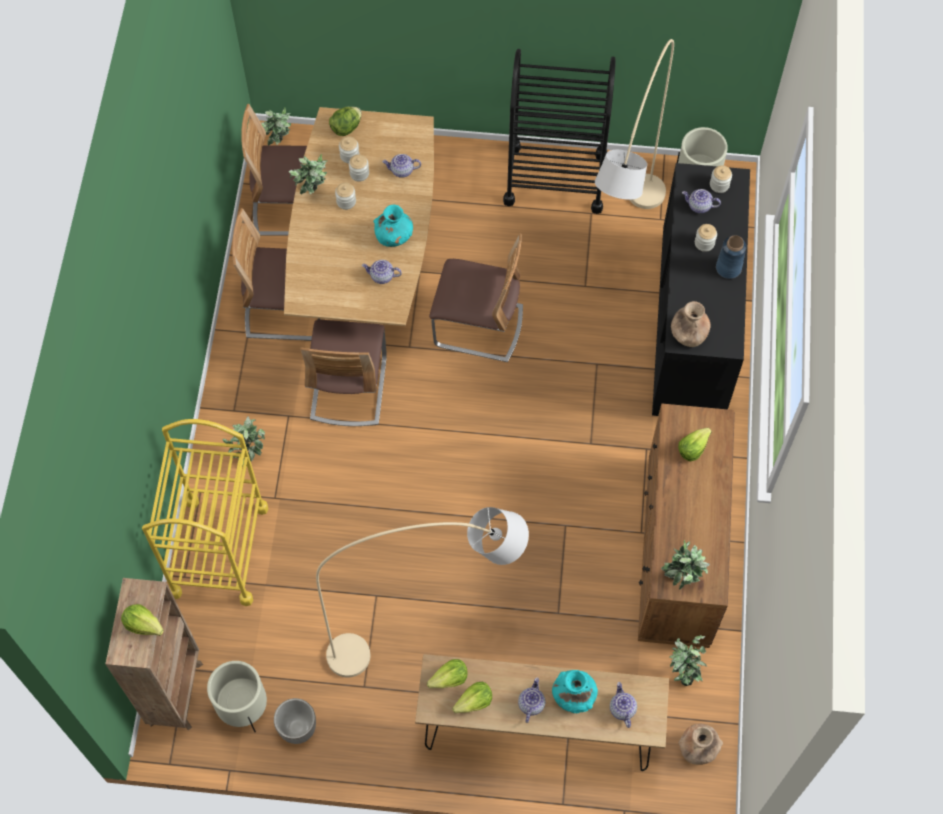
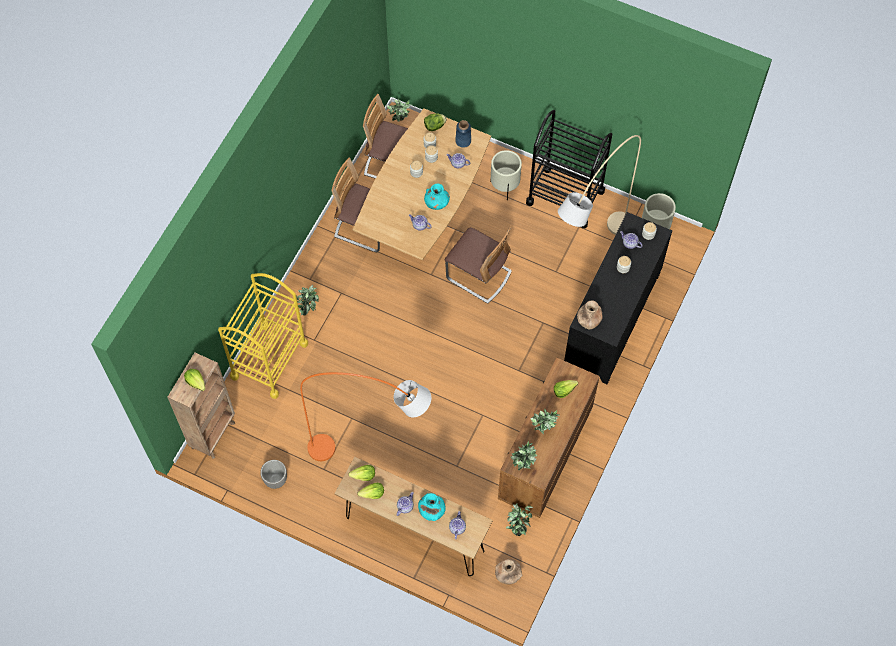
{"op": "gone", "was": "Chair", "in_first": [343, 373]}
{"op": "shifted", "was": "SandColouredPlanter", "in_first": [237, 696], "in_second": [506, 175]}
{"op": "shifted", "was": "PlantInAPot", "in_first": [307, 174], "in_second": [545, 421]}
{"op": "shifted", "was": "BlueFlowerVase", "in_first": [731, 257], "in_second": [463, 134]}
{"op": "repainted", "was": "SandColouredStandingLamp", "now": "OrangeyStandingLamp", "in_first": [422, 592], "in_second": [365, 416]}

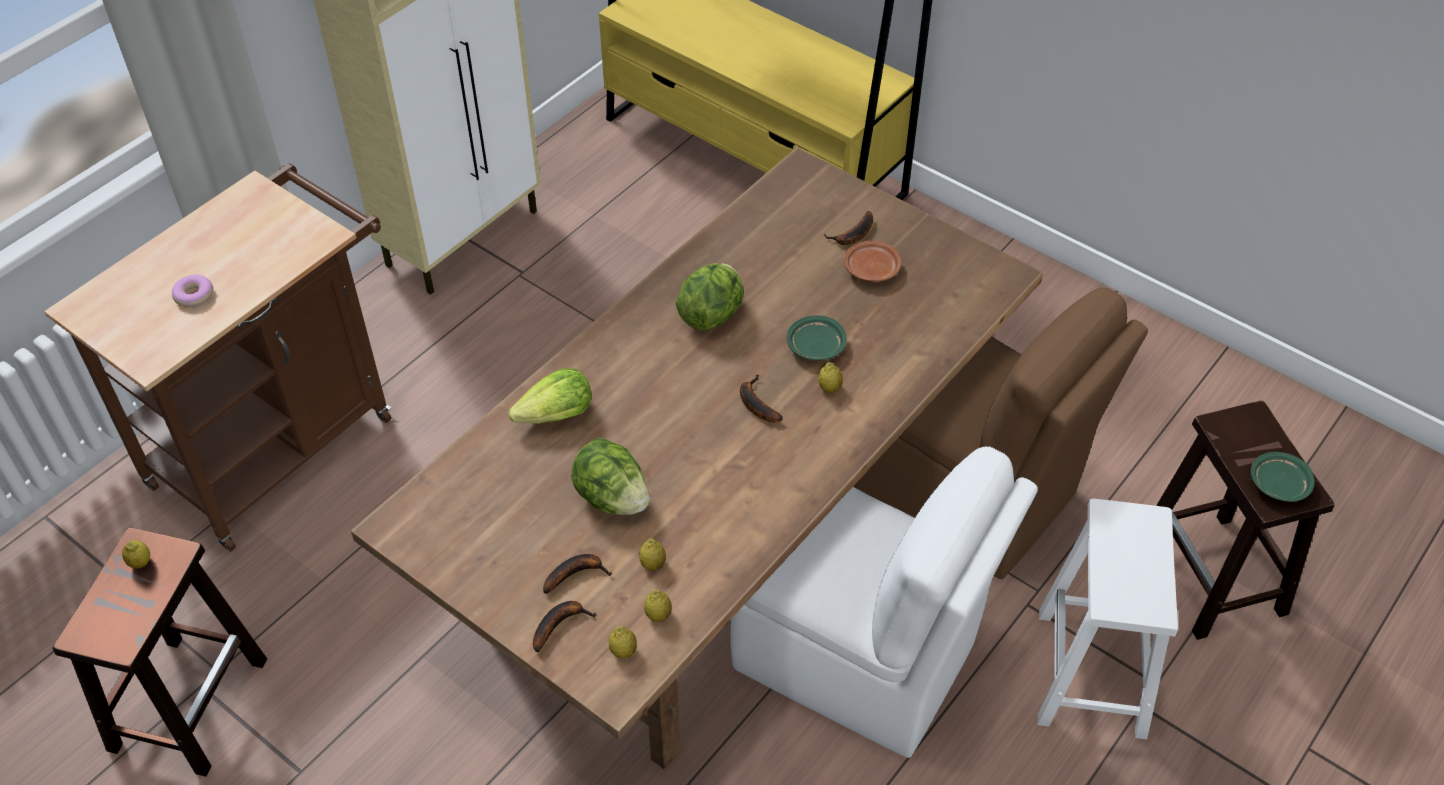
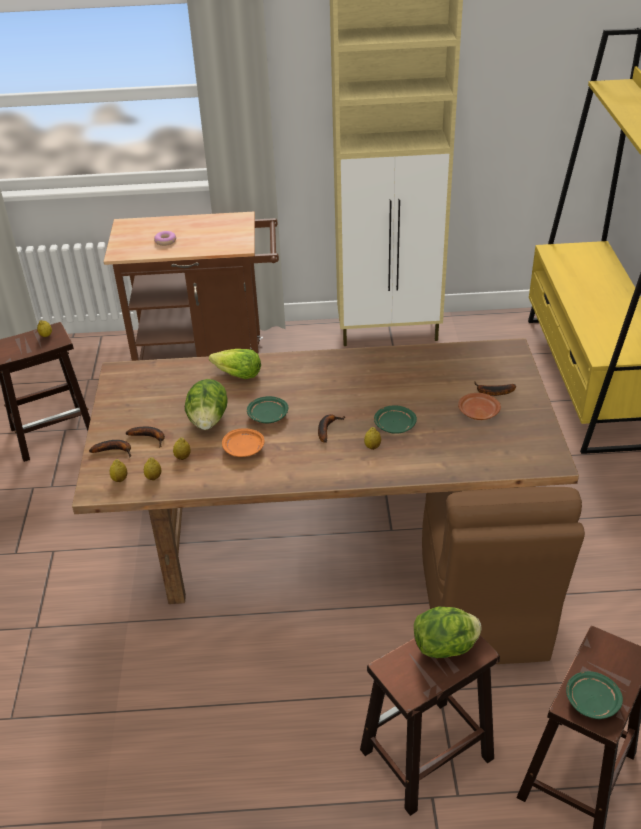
{"op": "gone", "was": "WhiteColouredChair", "in_first": [884, 602]}
{"op": "new", "now": "OrangeyFlatDish", "in_second": [243, 442]}
{"op": "new", "now": "GreenishFlatDish", "in_second": [268, 409]}
{"op": "shifted", "was": "LettuceHead", "in_first": [709, 296], "in_second": [447, 632]}
{"op": "repainted", "was": "WhiteColouredStoolSeat", "now": "BrownStoolSeat", "in_first": [1108, 619], "in_second": [430, 725]}

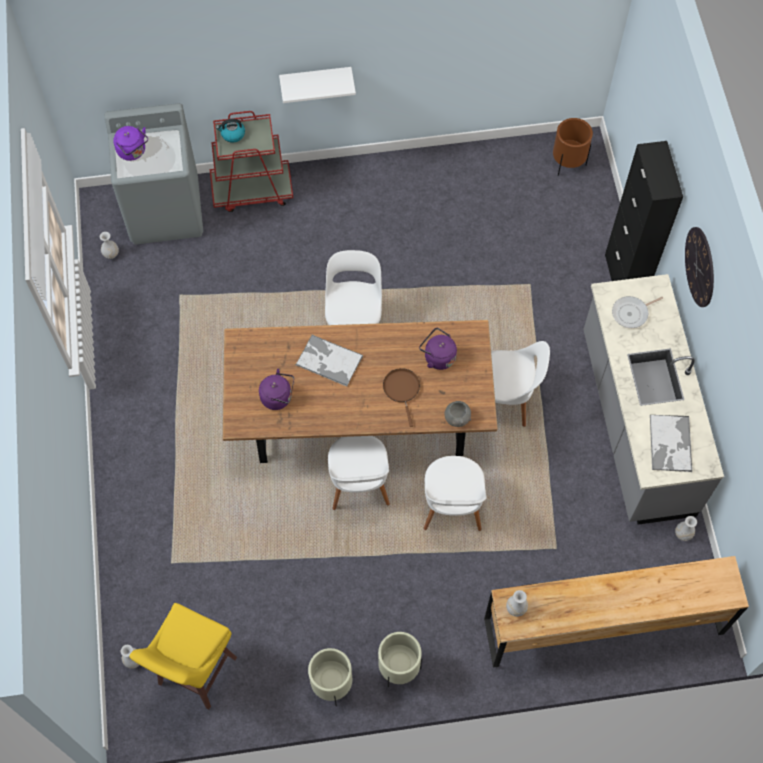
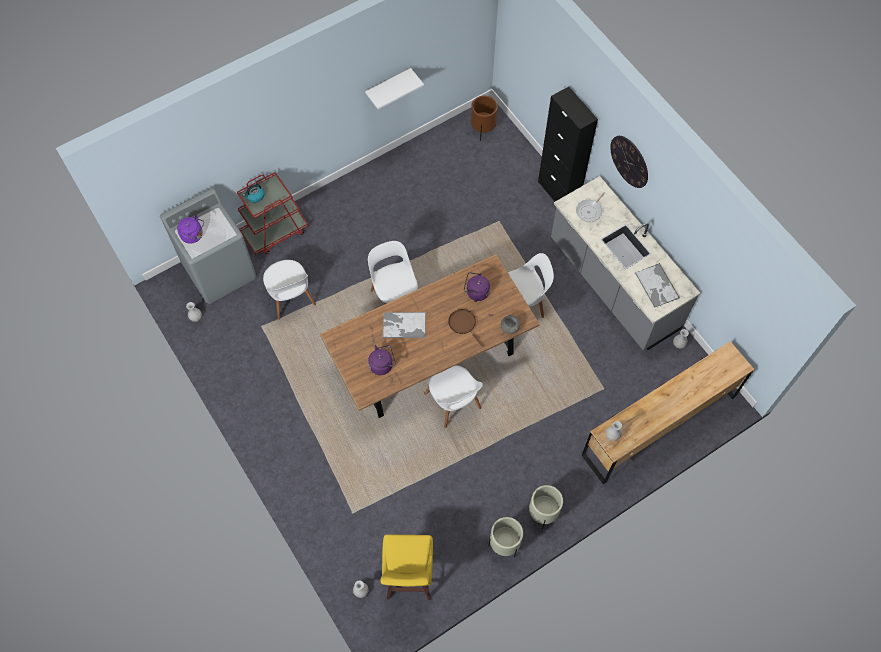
{"op": "shifted", "was": "WhiteColouredBracketShelf", "in_first": [317, 85], "in_second": [394, 88]}
{"op": "shifted", "was": "WhiteColouredChair", "in_first": [455, 493], "in_second": [289, 290]}

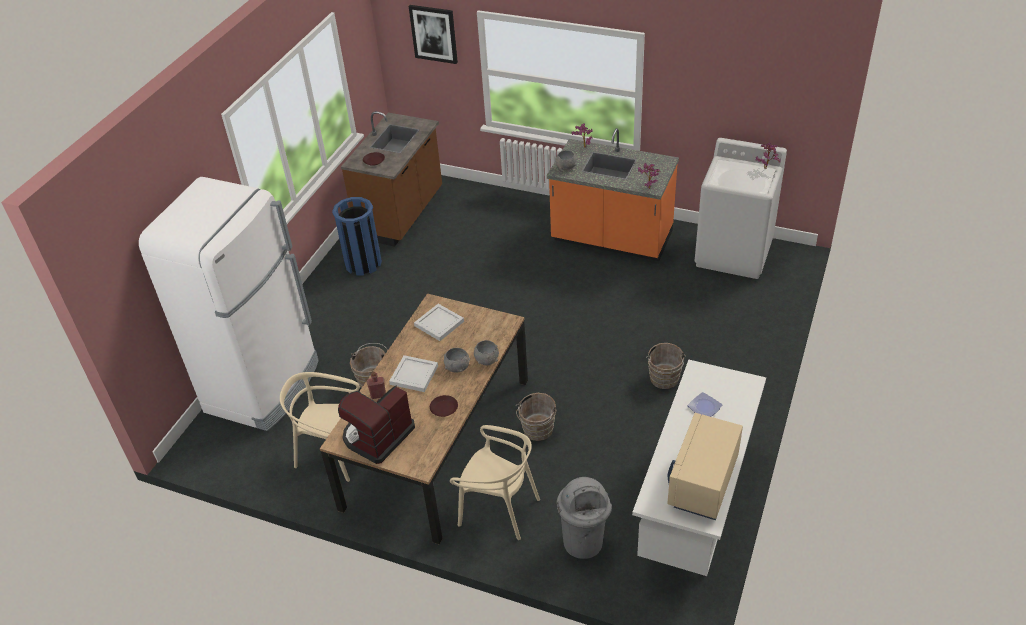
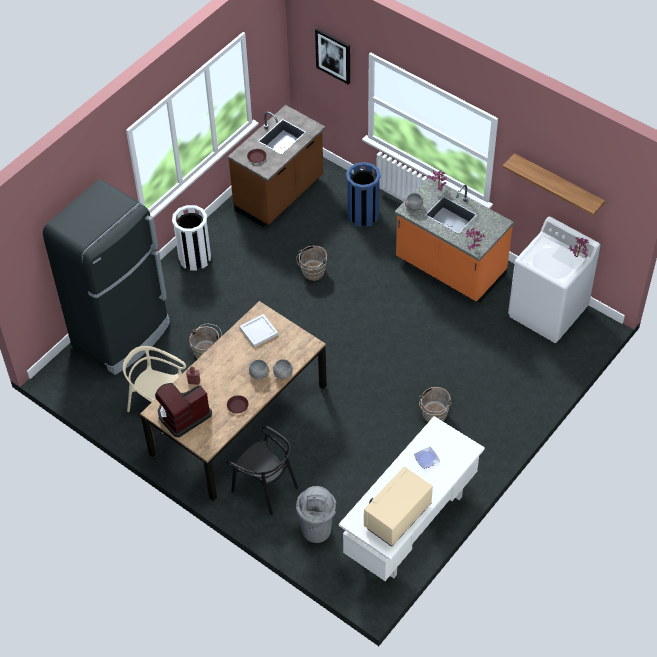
{"op": "gone", "was": "WhiteColouredTray", "in_first": [413, 373]}
{"op": "new", "now": "WhiteColouredRubbishBin", "in_second": [191, 238]}
{"op": "new", "now": "BracketShelf", "in_second": [553, 184]}
{"op": "shifted", "was": "BlueRubbishBin", "in_first": [357, 236], "in_second": [363, 194]}
{"op": "shifted", "was": "BrownWaterBucket", "in_first": [536, 417], "in_second": [312, 263]}
{"op": "repainted", "was": "WhiteColouredRefrigerator", "now": "BlackishRefrigerator", "in_first": [229, 304], "in_second": [106, 277]}
{"op": "repainted", "was": "SandColouredChair", "now": "BlackishChair", "in_first": [495, 482], "in_second": [262, 470]}

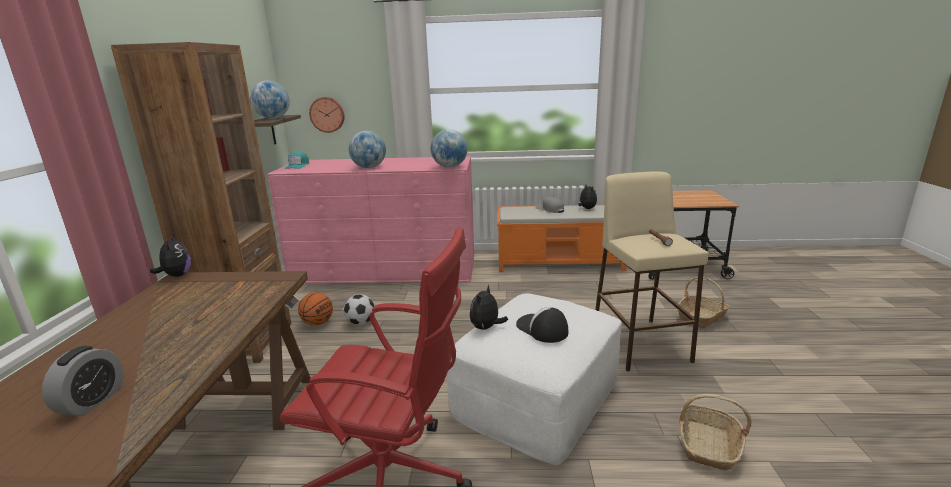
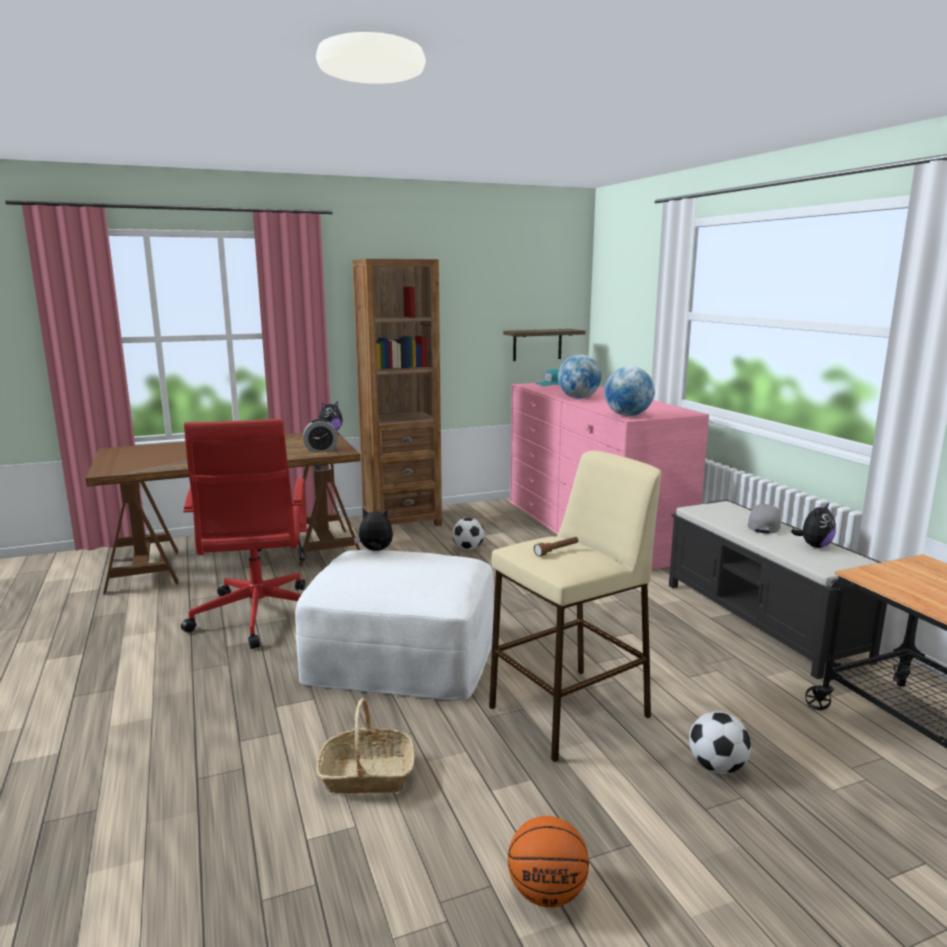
{"op": "gone", "was": "DeskGlobe", "in_first": [270, 100]}
{"op": "gone", "was": "HangingClock", "in_first": [327, 115]}
{"op": "gone", "was": "BaseballCap", "in_first": [542, 325]}
{"op": "shifted", "was": "AlarmClock", "in_first": [82, 381], "in_second": [320, 435]}
{"op": "shifted", "was": "Basketball", "in_first": [315, 309], "in_second": [548, 862]}
{"op": "swapped", "was": "StorageBasket", "now": "FootballBall", "in_first": [703, 302], "in_second": [720, 742]}
{"op": "repainted", "was": "OrangeyBench", "now": "BlackishBench", "in_first": [562, 238], "in_second": [778, 589]}

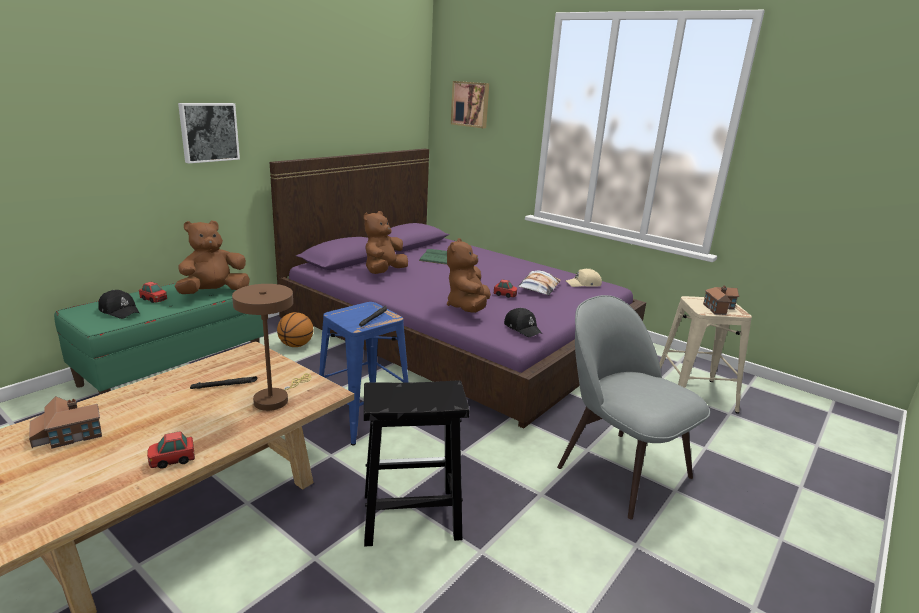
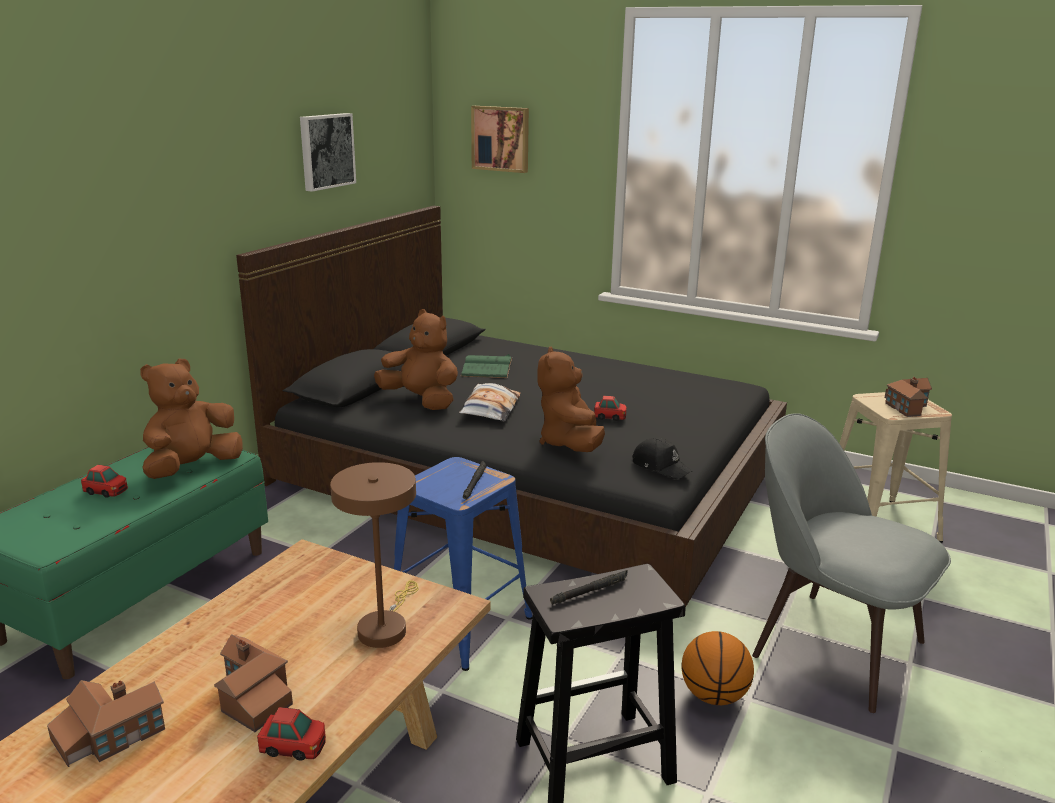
{"op": "gone", "was": "BlackishBaseballCap", "in_first": [118, 304]}
{"op": "gone", "was": "SandColouredBaseballCap", "in_first": [584, 278]}
{"op": "new", "now": "ToyHouse", "in_second": [253, 683]}
{"op": "shifted", "was": "WallPicture", "in_first": [209, 133], "in_second": [328, 152]}
{"op": "shifted", "was": "BlackishTorch", "in_first": [223, 382], "in_second": [589, 587]}
{"op": "shifted", "was": "Basketball", "in_first": [295, 329], "in_second": [717, 668]}
{"op": "shifted", "was": "Pillow", "in_first": [539, 282], "in_second": [490, 402]}
{"op": "repainted", "was": "PurpleSleepingBed", "now": "BlackishSleepingBed", "in_first": [458, 289], "in_second": [511, 406]}
{"op": "rotated", "was": "ToyCar", "in_first": [171, 450], "in_second": [291, 734], "clockwise": -135}
{"op": "rotated", "was": "BrownCuddlyToy", "in_first": [386, 242], "in_second": [416, 359], "clockwise": 105}

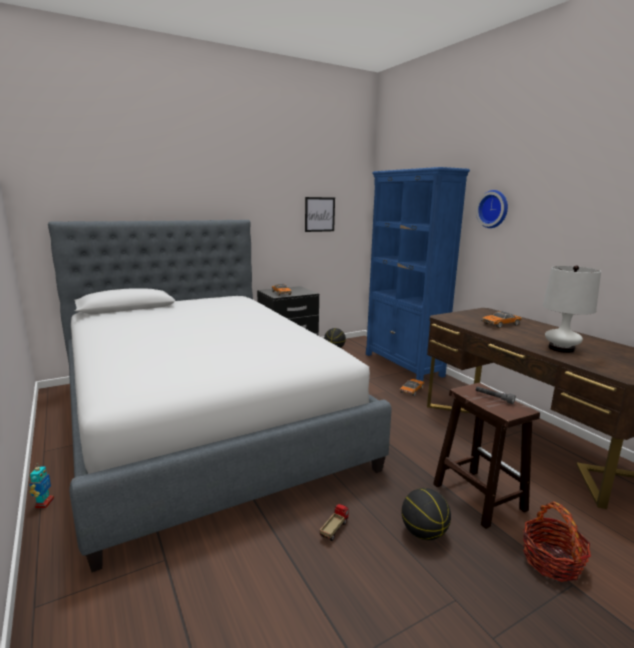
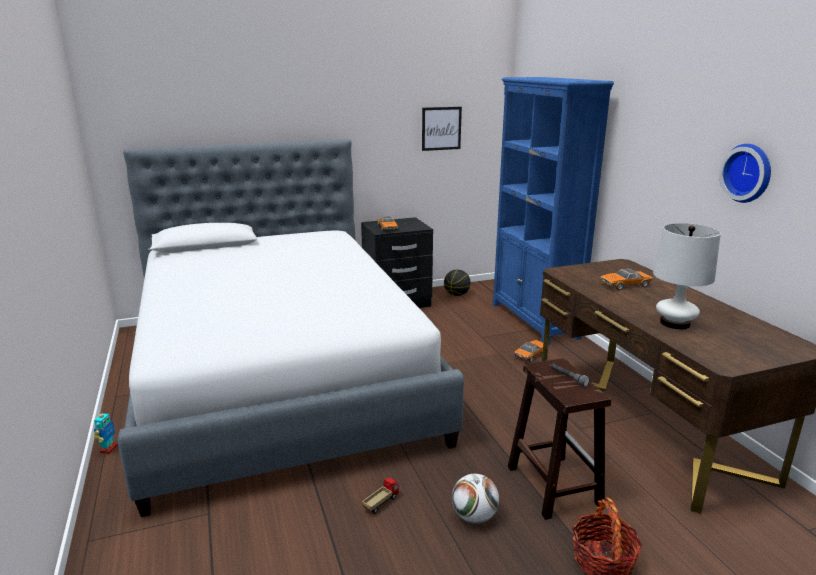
{"op": "shifted", "was": "HangingClock", "in_first": [492, 209], "in_second": [745, 173]}
{"op": "swapped", "was": "Basketball", "now": "FootballBall", "in_first": [426, 514], "in_second": [475, 499]}

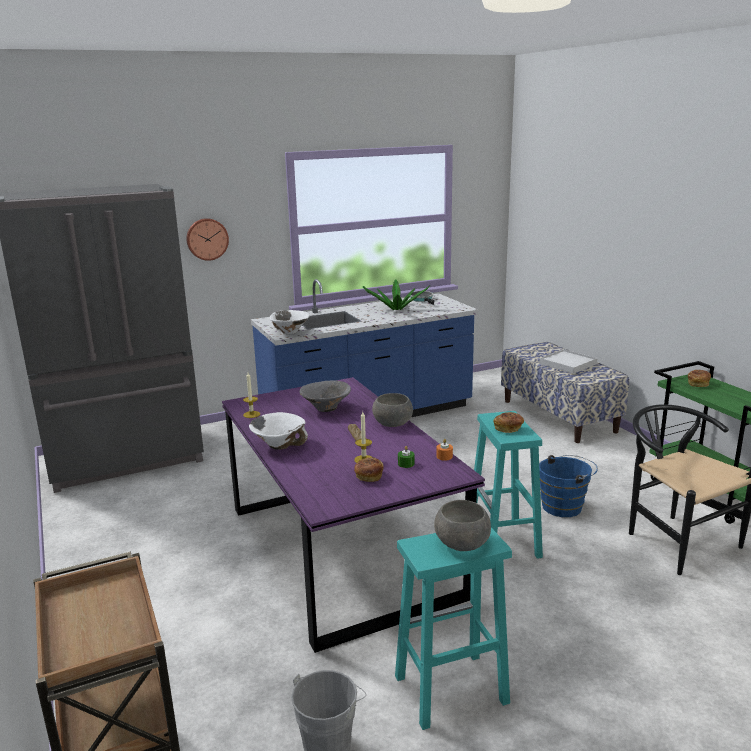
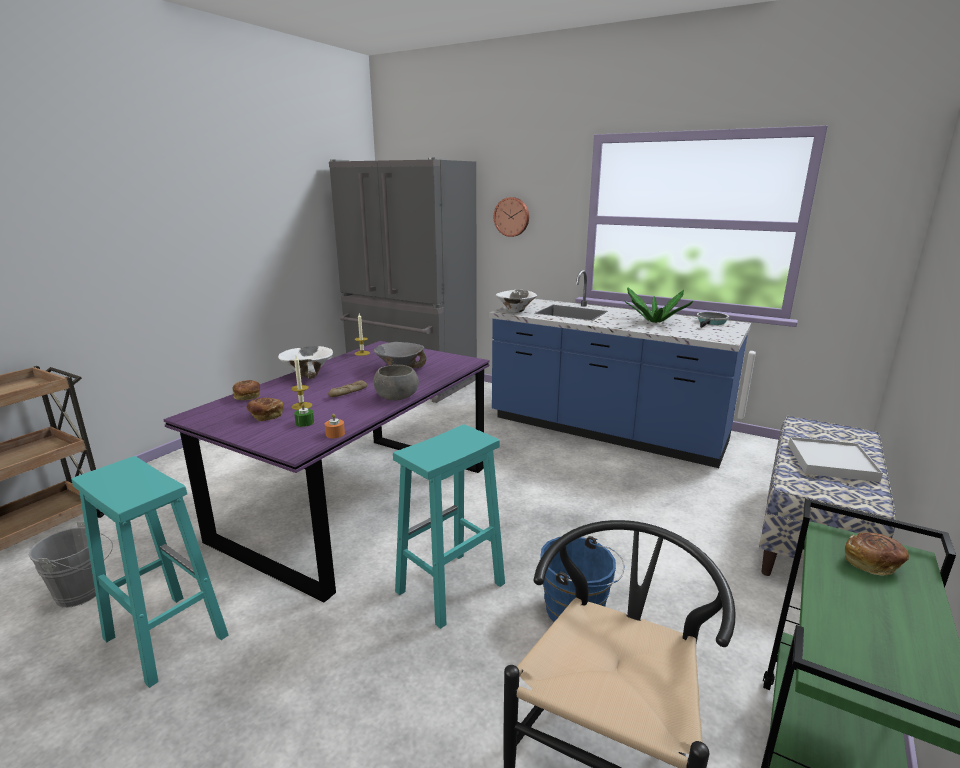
{"op": "gone", "was": "GrayDeepDish", "in_first": [462, 525]}
{"op": "shifted", "was": "Bread", "in_first": [508, 422], "in_second": [246, 390]}

